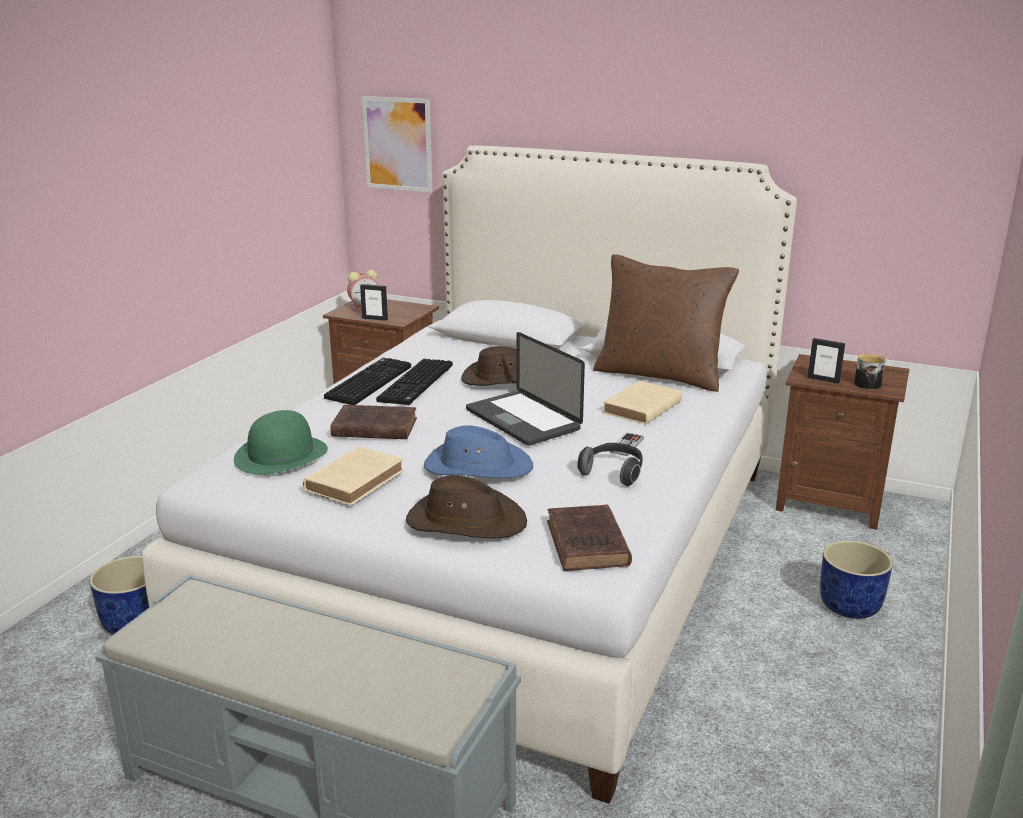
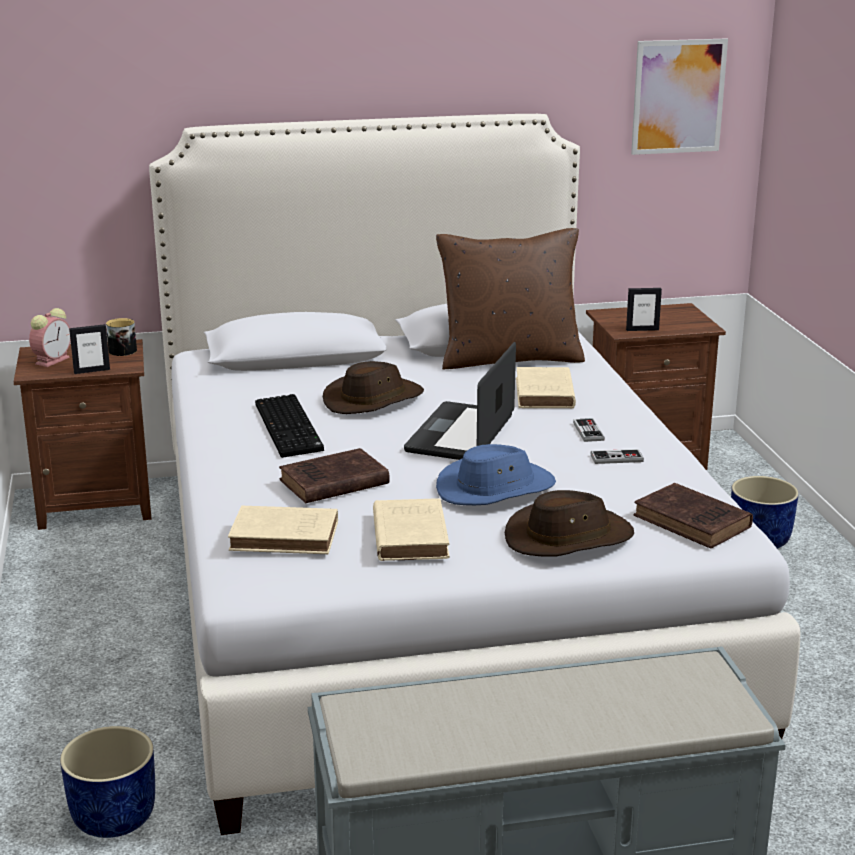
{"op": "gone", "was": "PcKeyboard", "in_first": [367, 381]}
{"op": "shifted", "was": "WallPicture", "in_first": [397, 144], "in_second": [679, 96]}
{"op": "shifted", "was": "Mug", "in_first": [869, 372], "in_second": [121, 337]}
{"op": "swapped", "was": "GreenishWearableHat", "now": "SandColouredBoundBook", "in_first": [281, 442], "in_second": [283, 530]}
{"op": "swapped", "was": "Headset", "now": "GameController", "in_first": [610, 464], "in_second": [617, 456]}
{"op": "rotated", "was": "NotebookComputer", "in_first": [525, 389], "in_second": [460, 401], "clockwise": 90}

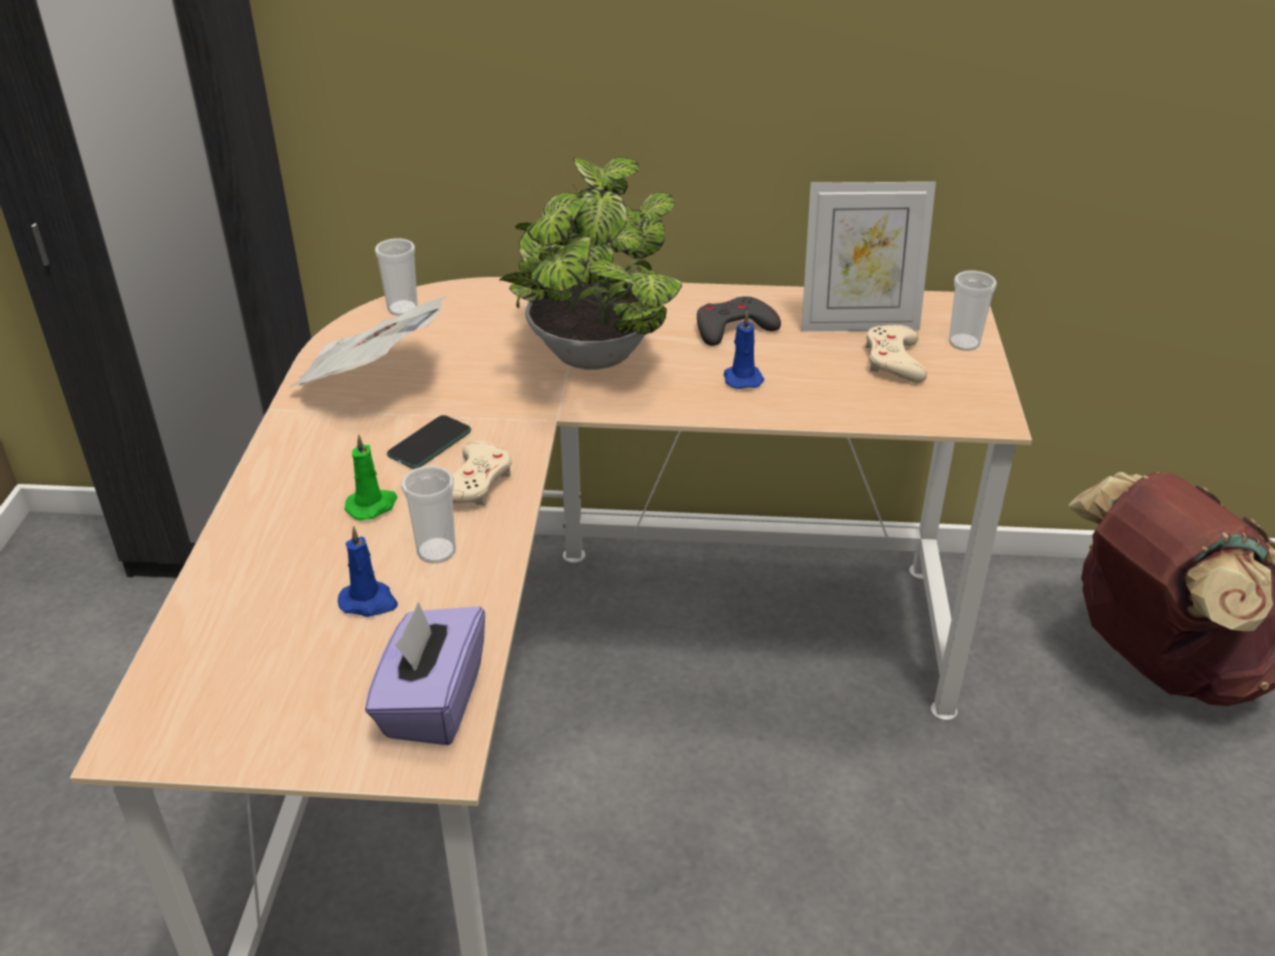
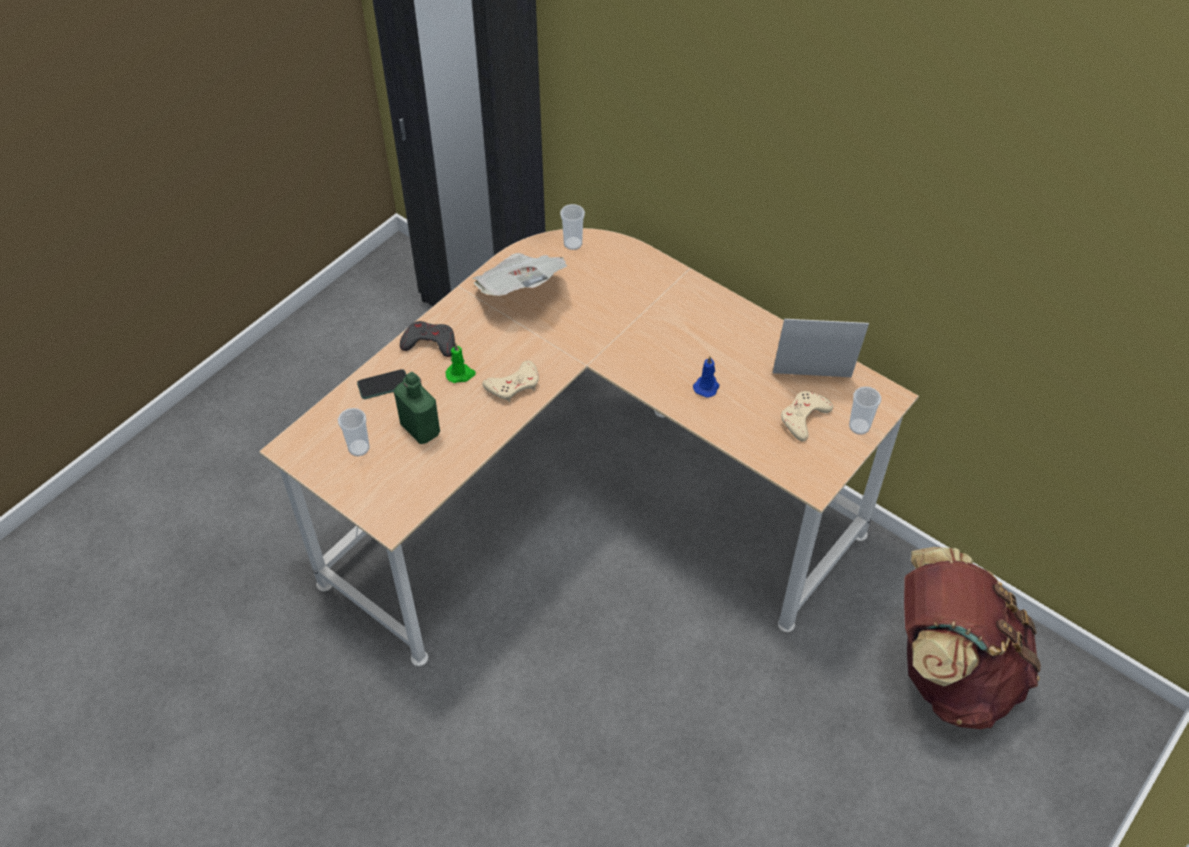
{"op": "gone", "was": "PurpleTissueBox", "in_first": [425, 673]}
{"op": "gone", "was": "PlantInAPot", "in_first": [590, 263]}
{"op": "shifted", "was": "Handset", "in_first": [429, 442], "in_second": [381, 384]}
{"op": "shifted", "was": "DrinkingCup", "in_first": [428, 514], "in_second": [354, 432]}
{"op": "shifted", "was": "GrayGameController", "in_first": [739, 321], "in_second": [427, 339]}
{"op": "swapped", "was": "BlueWaxLight", "now": "GreenishBottle", "in_first": [368, 571], "in_second": [417, 408]}
{"op": "rotated", "was": "PictureFrame", "in_first": [868, 256], "in_second": [821, 348], "clockwise": 150}

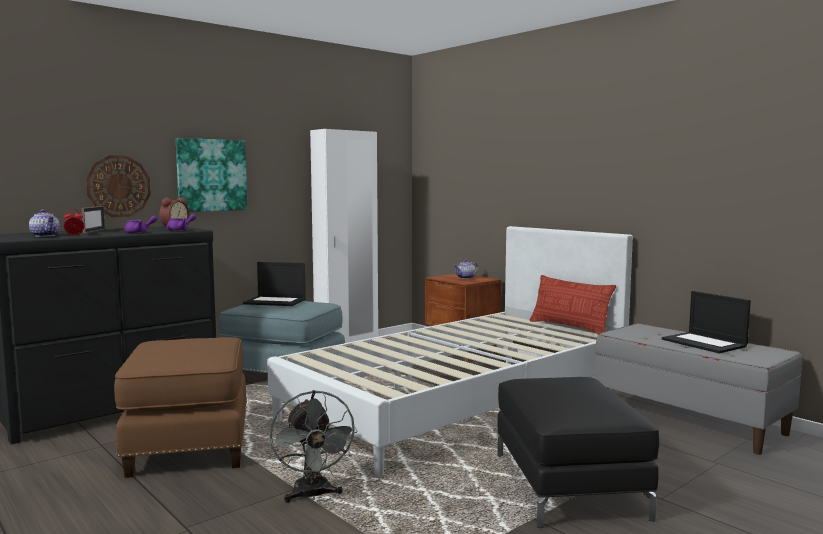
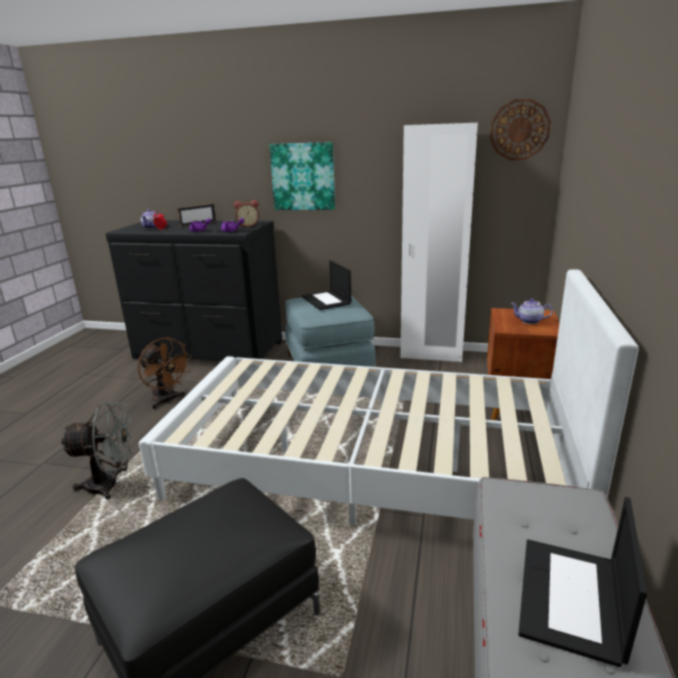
{"op": "gone", "was": "Pillow", "in_first": [573, 305]}
{"op": "shifted", "was": "HangingClock", "in_first": [118, 186], "in_second": [520, 129]}
{"op": "swapped", "was": "BrownFootrest", "now": "BrownElectricFan", "in_first": [180, 407], "in_second": [165, 373]}
{"op": "rotated", "was": "GrayElectricFan", "in_first": [314, 446], "in_second": [97, 451], "clockwise": -135}

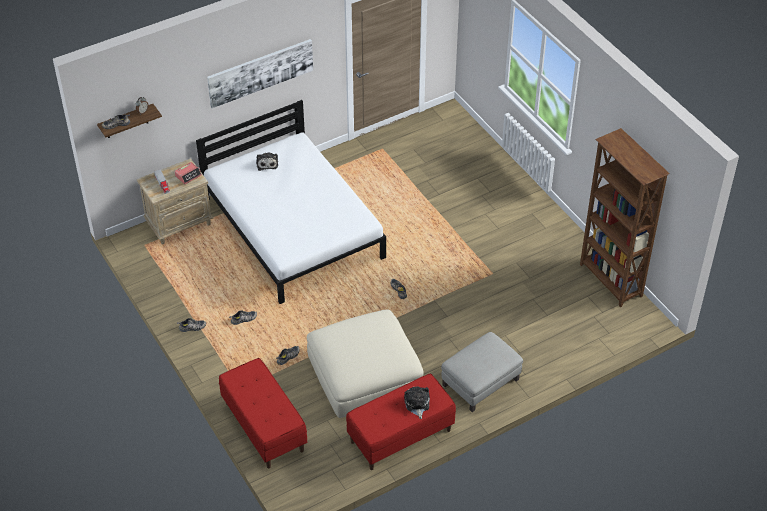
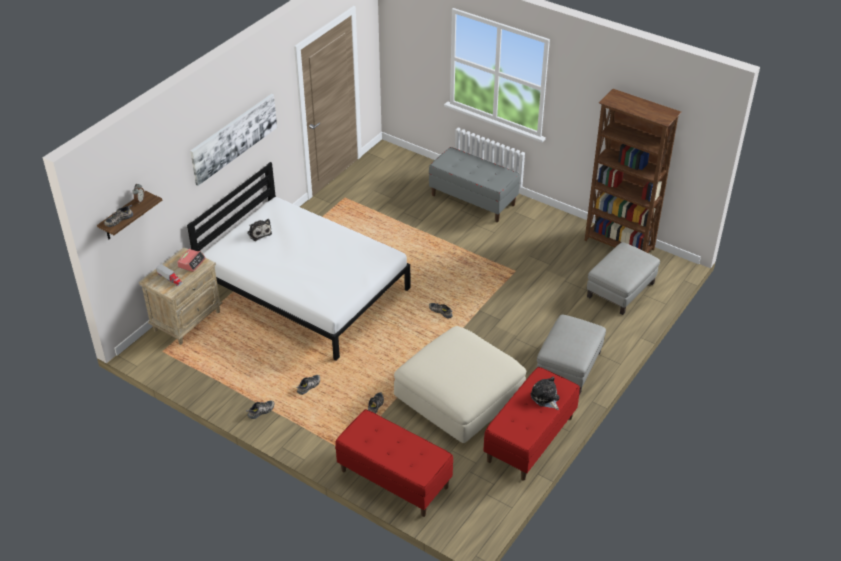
{"op": "new", "now": "GrayBench", "in_second": [474, 184]}
{"op": "new", "now": "GrayFootrest", "in_second": [623, 278]}

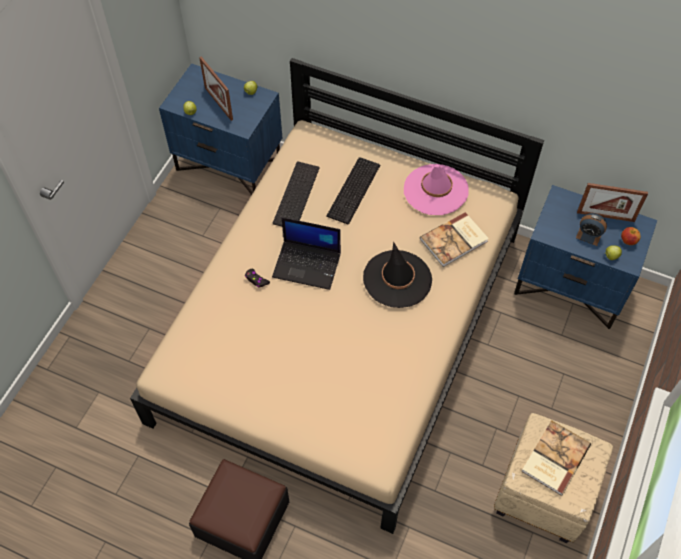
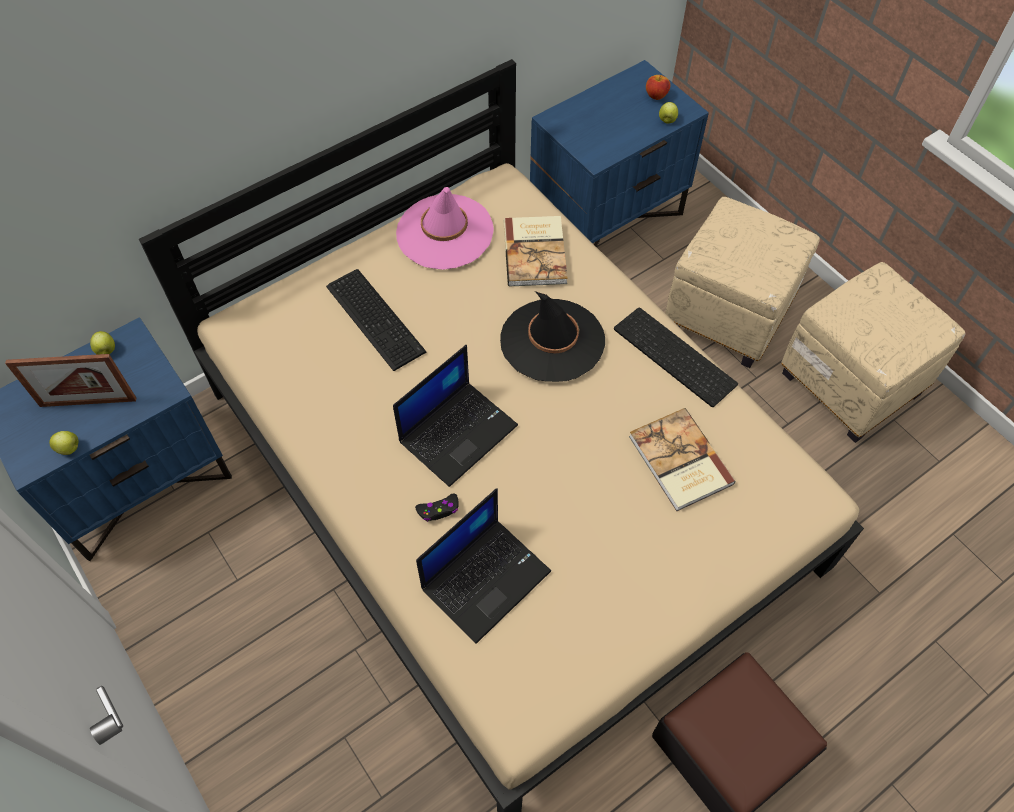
{"op": "gone", "was": "AlarmClock", "in_first": [591, 229]}
{"op": "gone", "was": "PictureFrame", "in_first": [612, 202]}
{"op": "new", "now": "NotebookComputer", "in_second": [483, 566]}
{"op": "new", "now": "SandColouredFootrest", "in_second": [742, 282]}
{"op": "shifted", "was": "PcKeyboard", "in_first": [296, 193], "in_second": [676, 357]}
{"op": "shifted", "was": "BoundBook", "in_first": [556, 458], "in_second": [682, 459]}

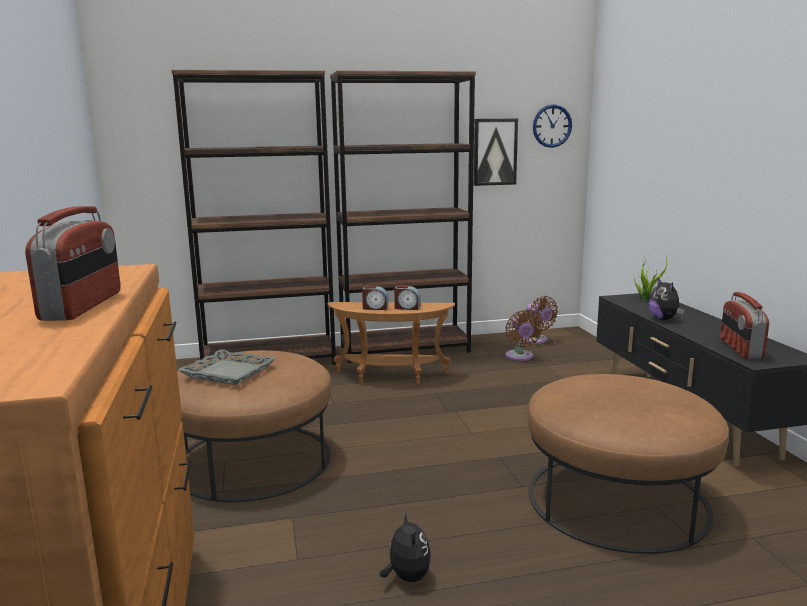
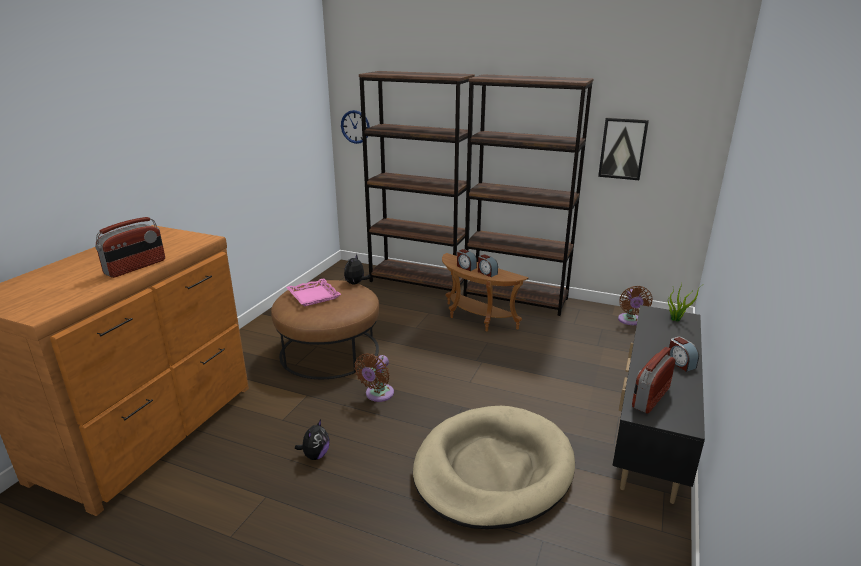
{"op": "new", "now": "AlarmClock", "in_second": [683, 354]}
{"op": "shifted", "was": "BrownElectricFan", "in_first": [524, 335], "in_second": [374, 377]}
{"op": "shifted", "was": "HangingClock", "in_first": [552, 126], "in_second": [355, 127]}
{"op": "shifted", "was": "CuddlyToy", "in_first": [666, 298], "in_second": [357, 269]}
{"op": "swapped", "was": "BrownFootrest", "now": "SandColouredDogCushion", "in_first": [628, 464], "in_second": [494, 467]}
{"op": "repainted", "was": "GrayTray", "now": "PinkTray", "in_first": [227, 367], "in_second": [313, 292]}

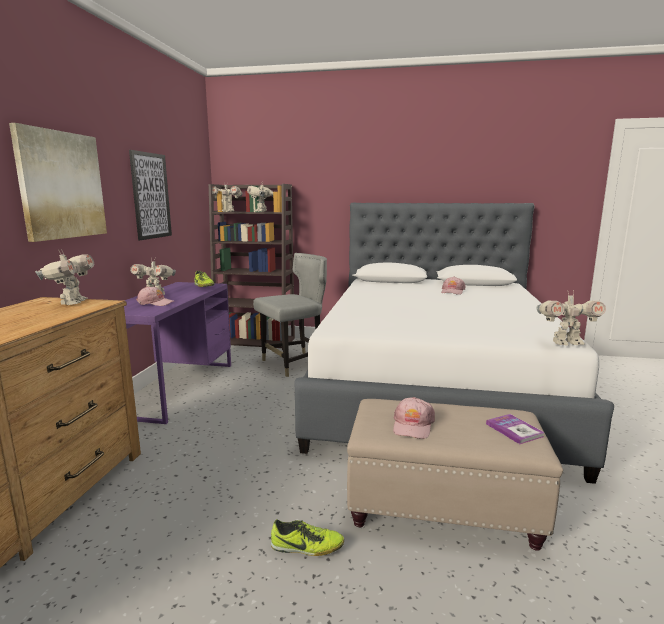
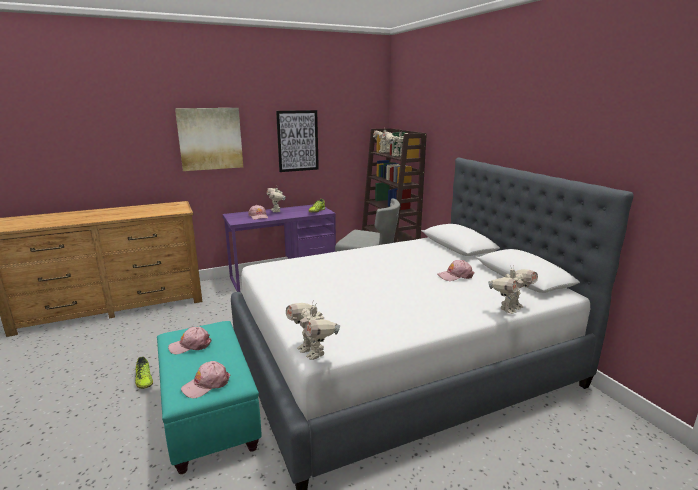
{"op": "shifted", "was": "ModelRobot", "in_first": [64, 277], "in_second": [513, 289]}
{"op": "swapped", "was": "BoundBook", "now": "PinkBaseballCap", "in_first": [515, 429], "in_second": [206, 379]}
{"op": "repainted", "was": "SandColouredFootrest", "now": "TurquoiseFootrest", "in_first": [455, 475], "in_second": [209, 397]}

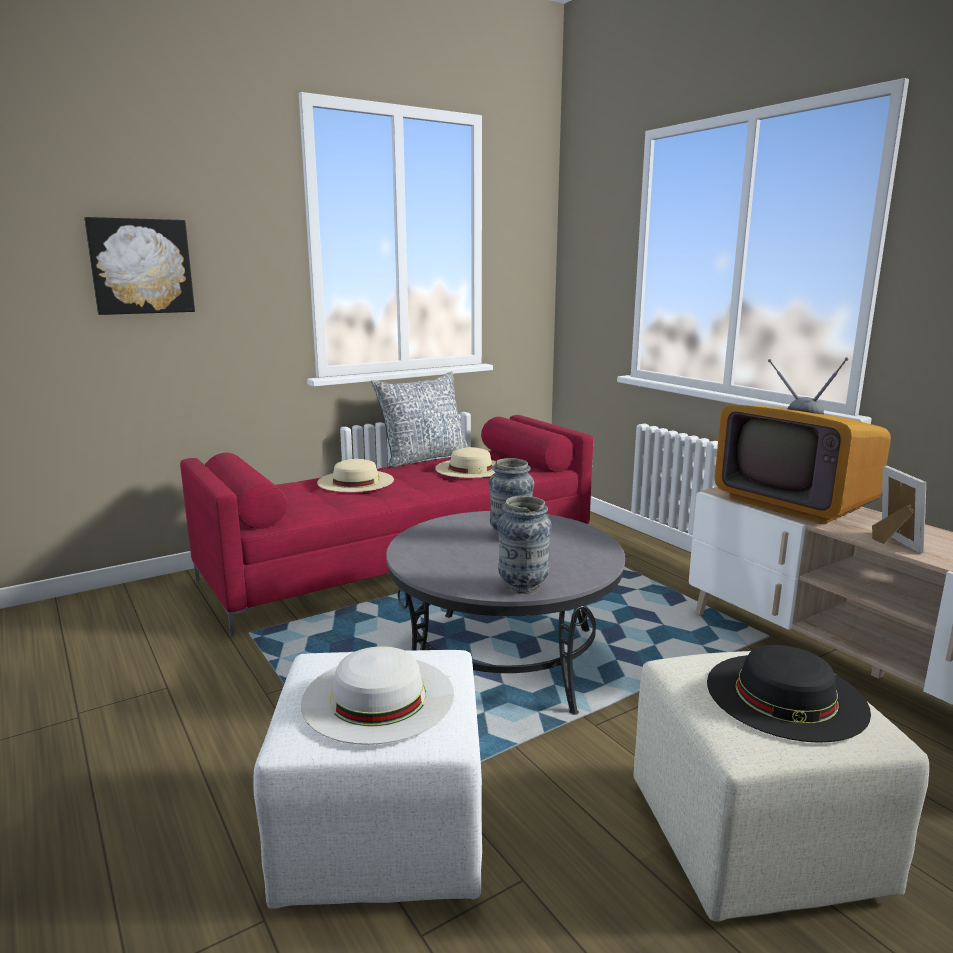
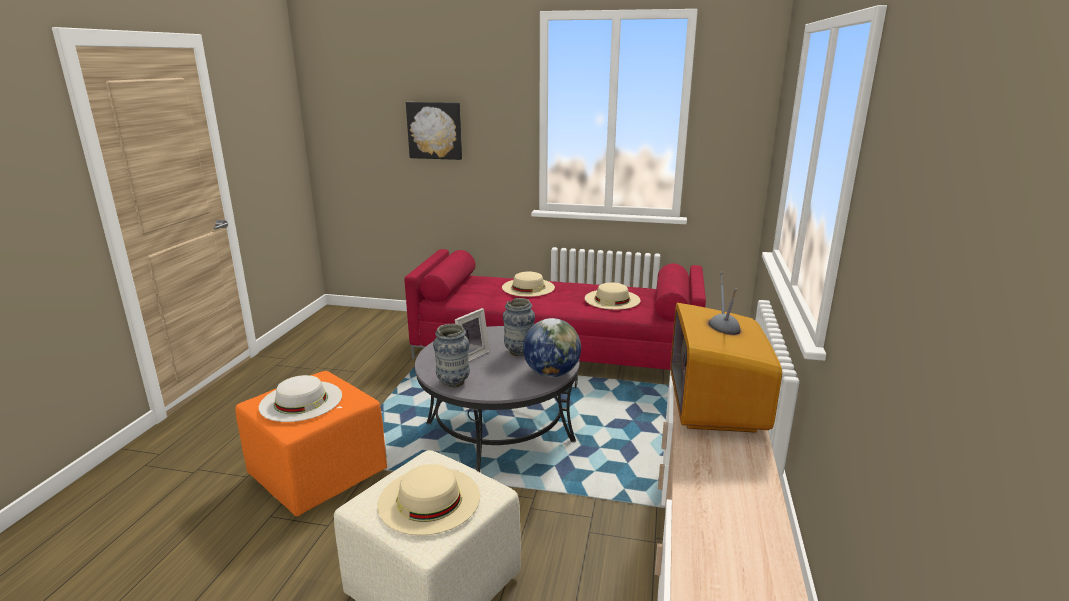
{"op": "gone", "was": "Pillow", "in_first": [420, 420]}
{"op": "new", "now": "DeskGlobe", "in_second": [552, 347]}
{"op": "shifted", "was": "PictureFrame", "in_first": [899, 509], "in_second": [472, 334]}
{"op": "repainted", "was": "WhiteColouredFootrest", "now": "OrangeyFootrest", "in_first": [367, 779], "in_second": [311, 443]}
{"op": "repainted", "was": "BlackishWearableHat", "now": "SandColouredWearableHat", "in_first": [789, 694], "in_second": [428, 499]}

